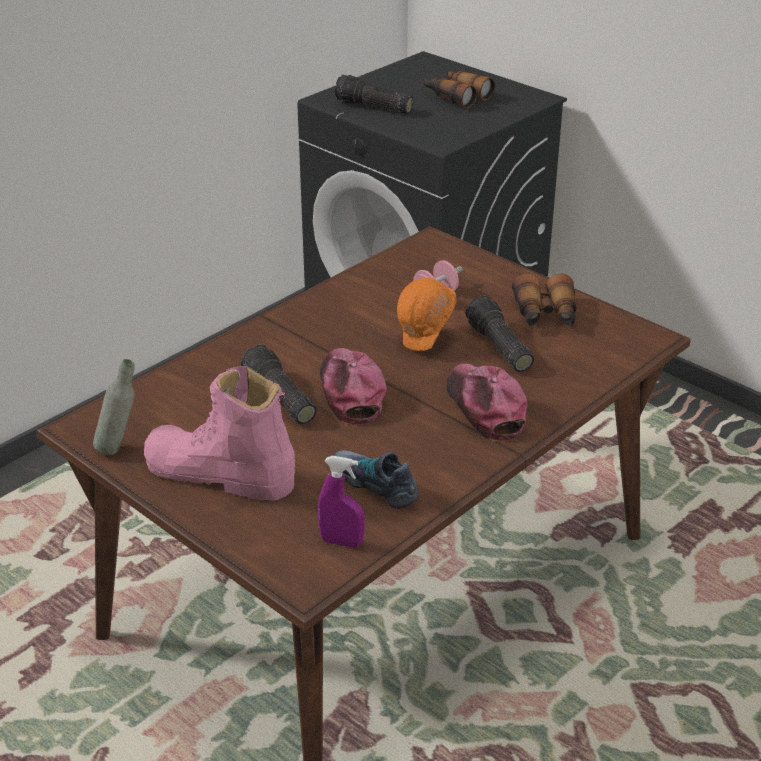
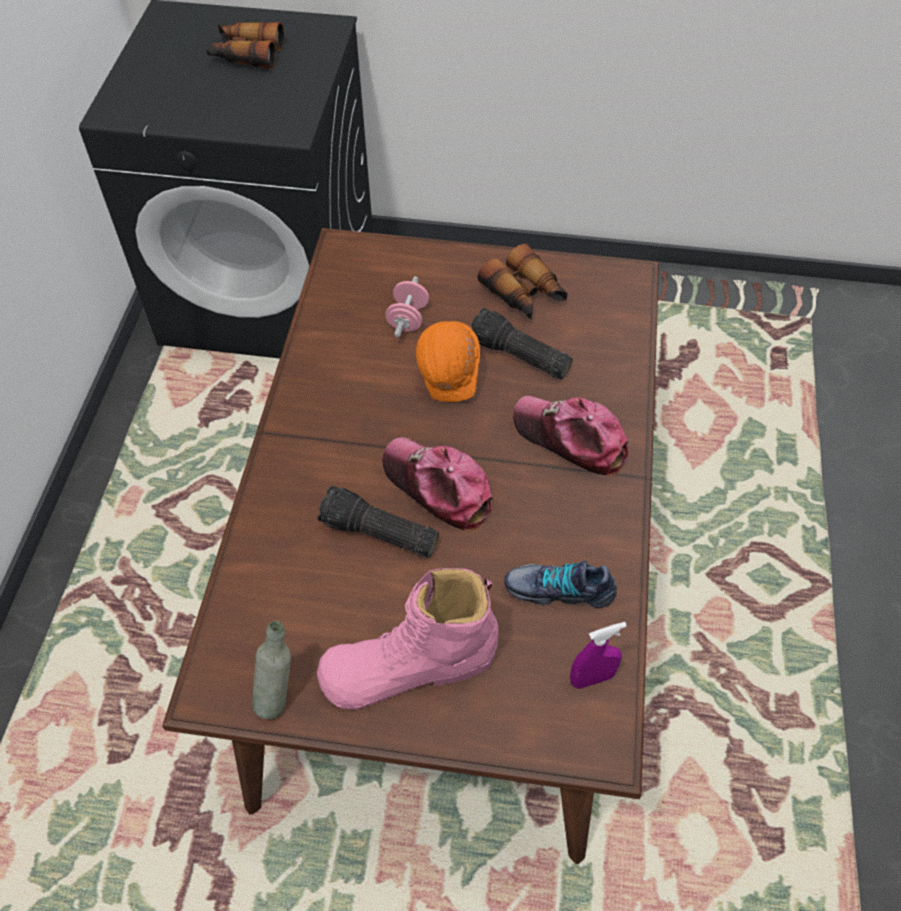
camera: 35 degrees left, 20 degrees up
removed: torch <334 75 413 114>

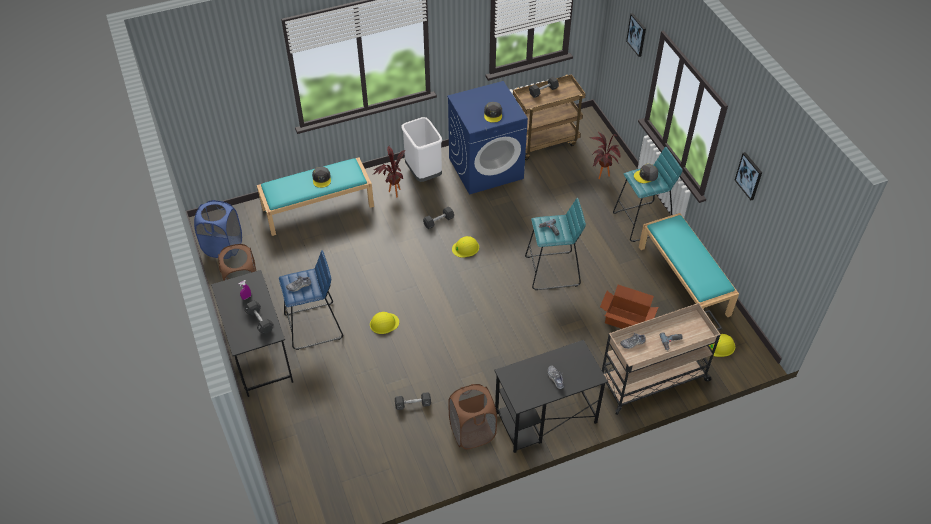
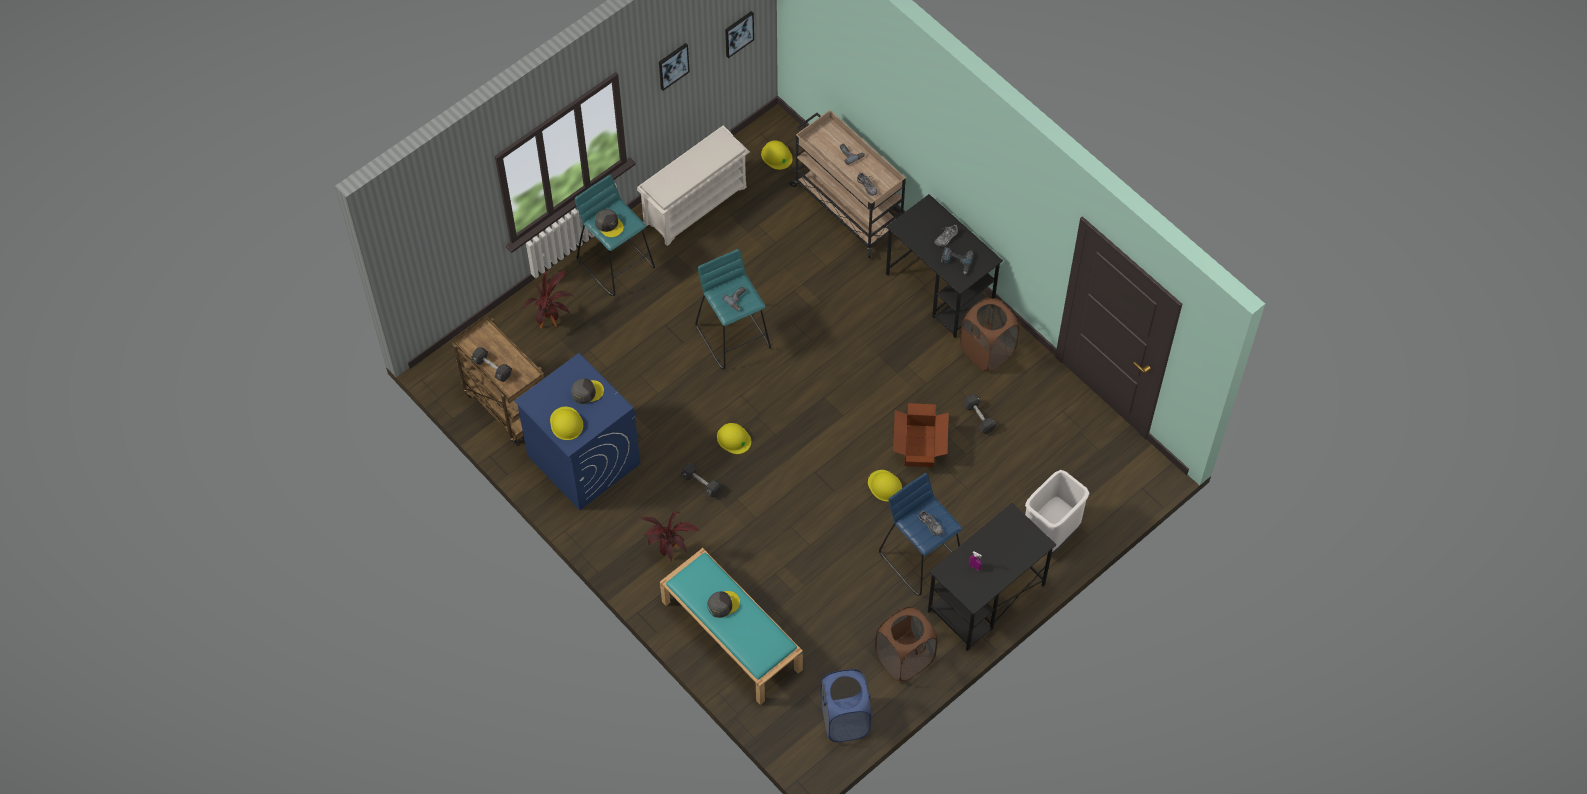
camera: 110 degrees left, 10 degrees up
removed: dumbbell in black-coloured <244 300 274 334>
added: hard hat in yellowish <550 407 583 440>; power drill <941 247 974 275>
moved: rubbish bin in white-coloured <402 117 442 182> to <1025 470 1090 556>; packing box <600 285 658 329> to <893 403 949 467>; wall art <626 13 646 57> to <725 11 754 58>
replaced: bench in turquoise-coloured <639 213 739 317> to shoe shelf in white-coloured <637 125 750 246>

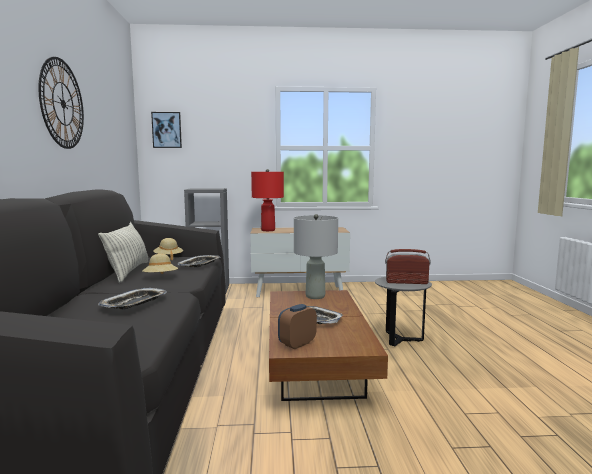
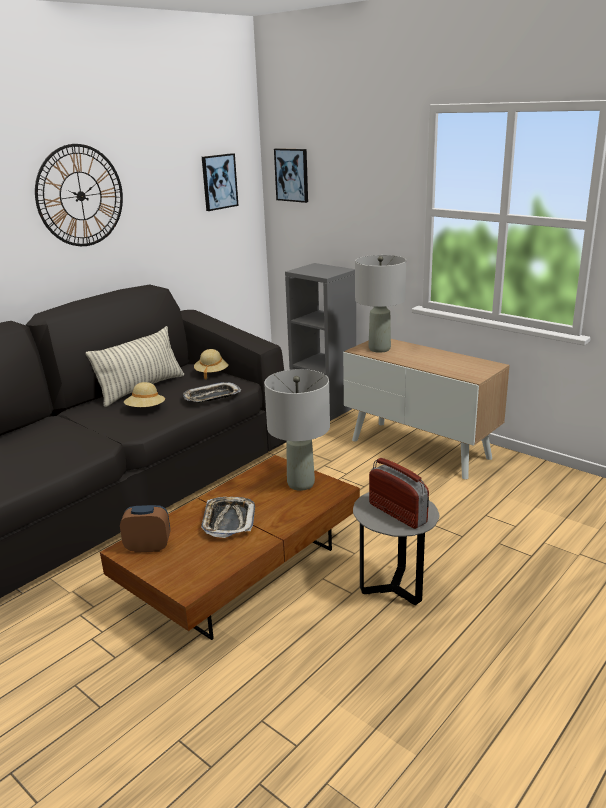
camera: 45 degrees right, 15 degrees up
removed: carrying tray <98 288 167 309>
added: wall art <202 153 239 211>
recoloured: lamp for a table in red-coloured <251 169 284 231> to lamp for a table in grey <355 255 406 353>

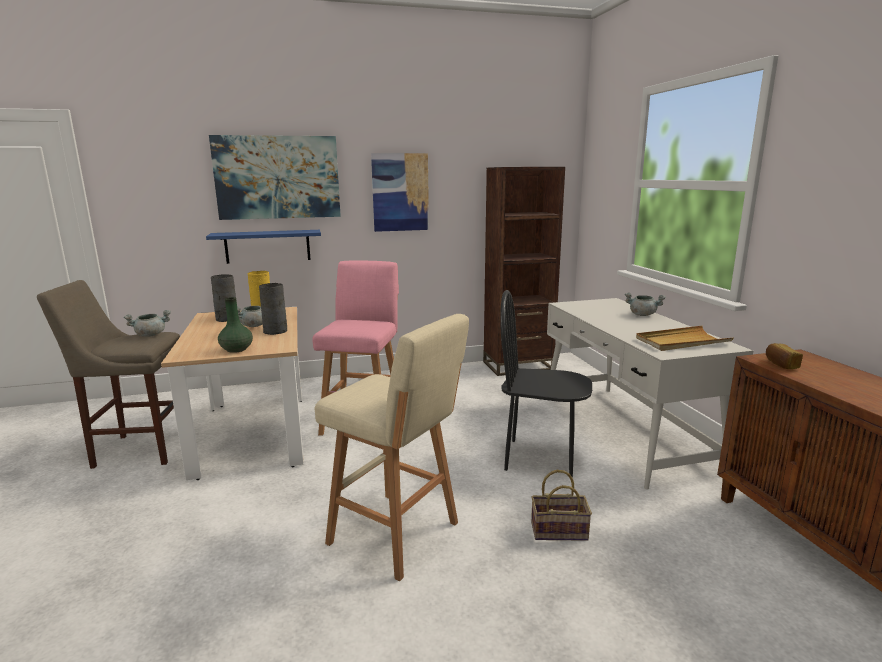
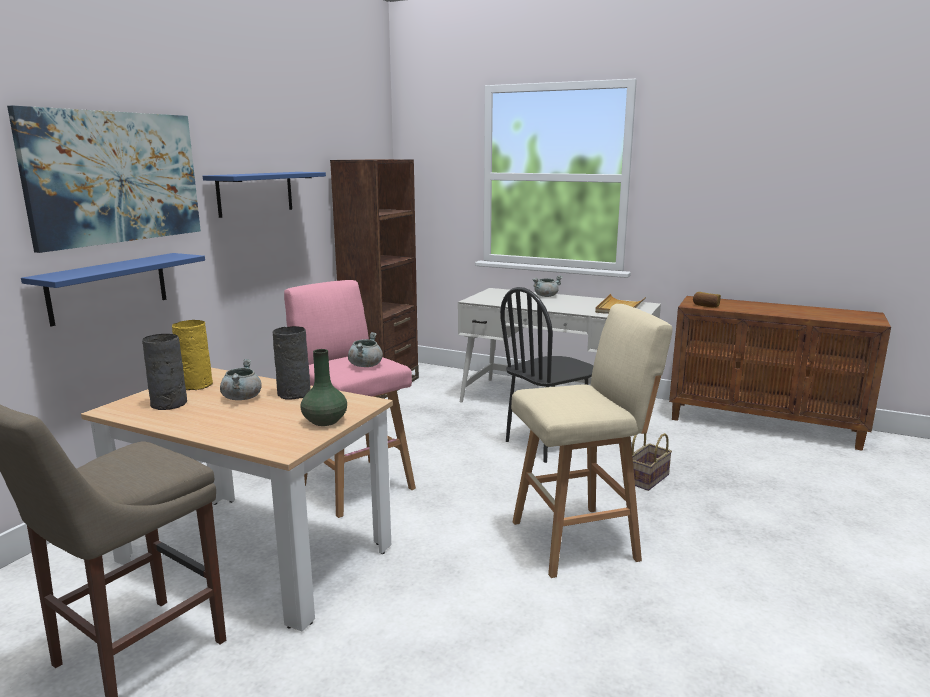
camera: 50 degrees left, 0 degrees up
moved: stockpot in grey <124 310 171 337> to <348 332 383 367>
replaced: wall art <371 153 429 232> to shelf in blue <203 172 326 218>

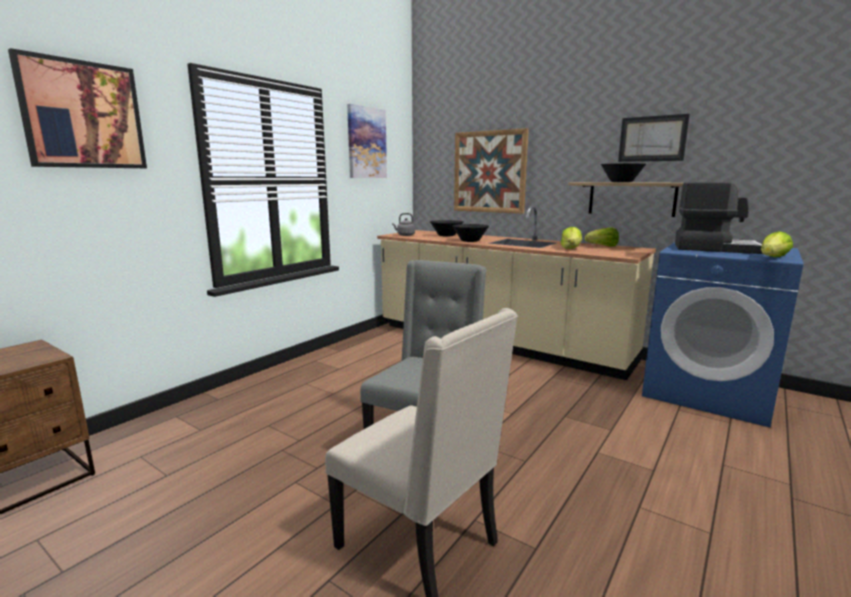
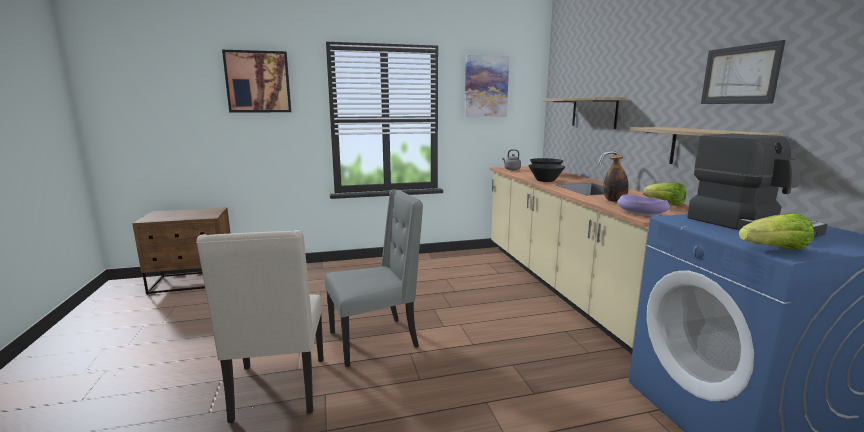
camera: 40 degrees right, 0 degrees up
removed: bowl in black-coloured <601 163 646 182>
added: bowl in purple <617 195 670 217>
replaced: wall art <454 128 529 214> to shelf <543 97 627 129>; lettuce head <561 227 582 249> to beverage bottle <603 155 629 202>

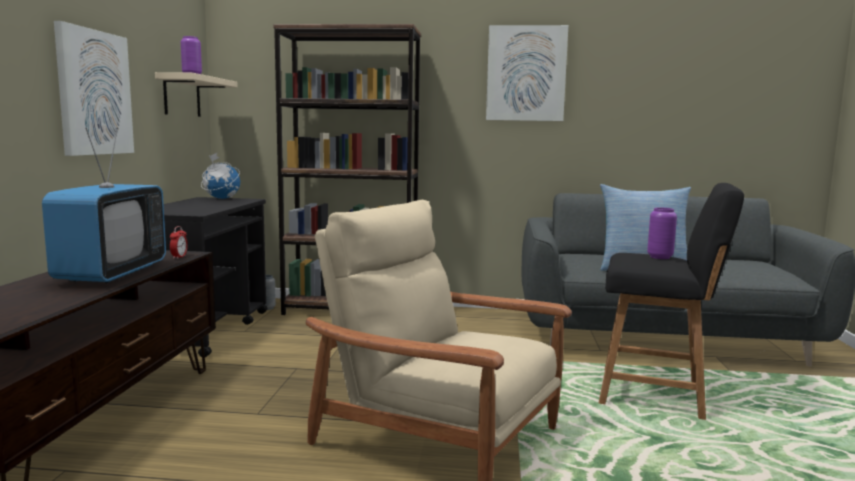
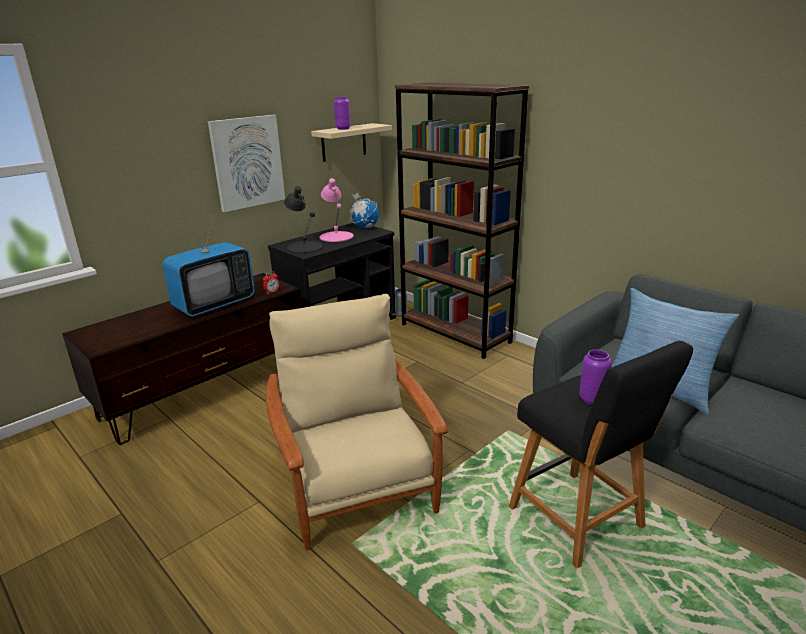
camera: 40 degrees right, 15 degrees up
removed: wall art <486 25 569 121>
added: lamp for a table in black-coloured <284 186 323 253>; lamp for a table in pinkish <320 178 354 242>

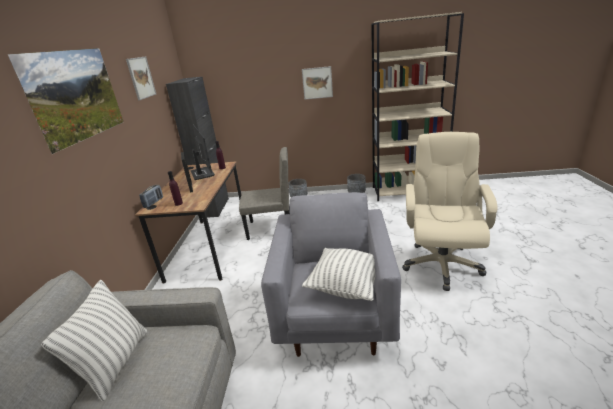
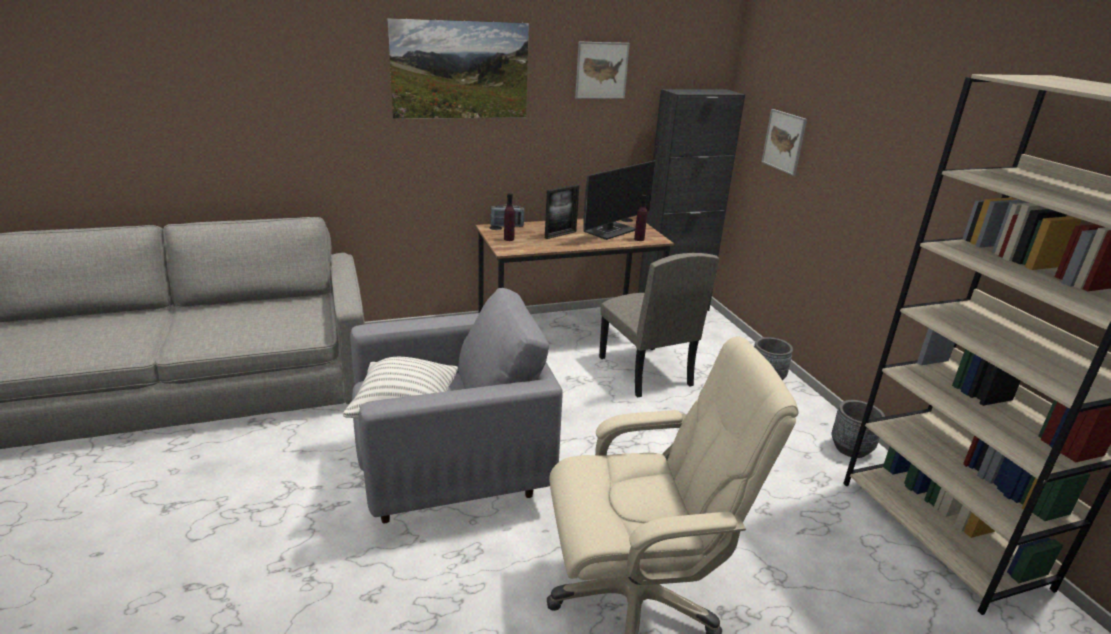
camera: 65 degrees right, 0 degrees up
removed: throw pillow <41 280 147 402>
moved: wall art <302 66 333 100> to <762 109 807 176>

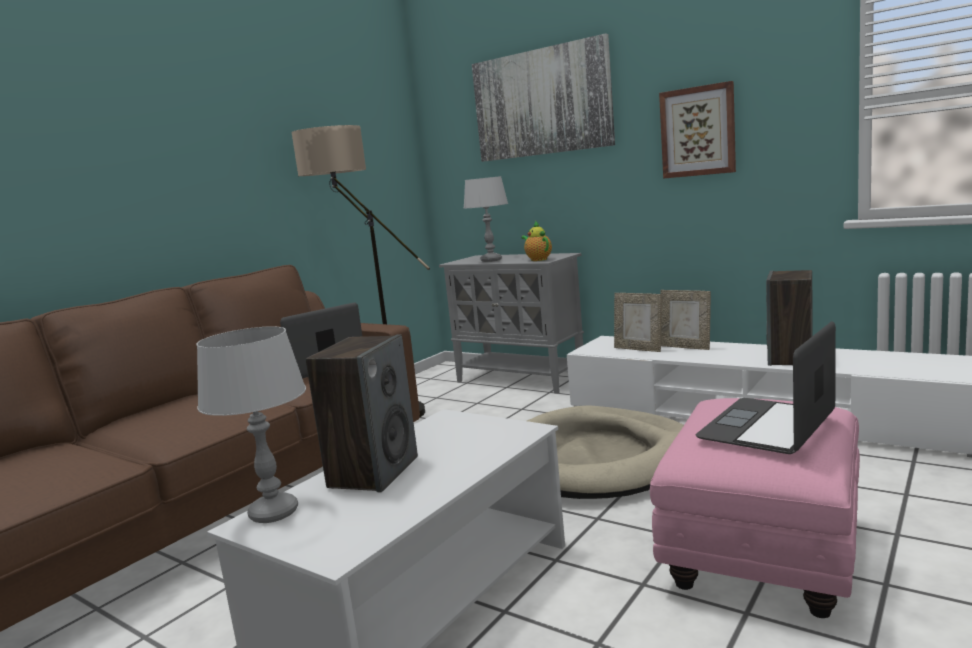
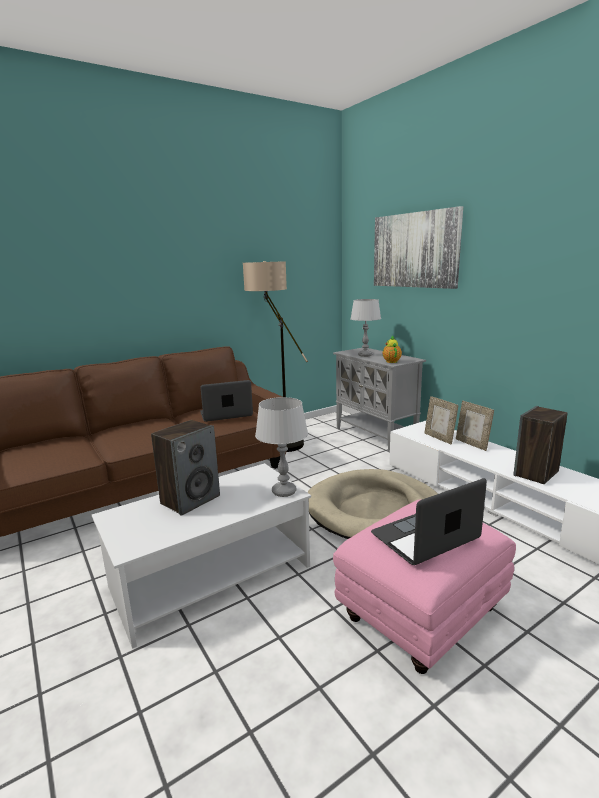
camera: 20 degrees right, 5 degrees up
removed: wall art <659 81 736 179>
moved: lamp for a table in grey <196 326 306 523> to <255 397 308 497>

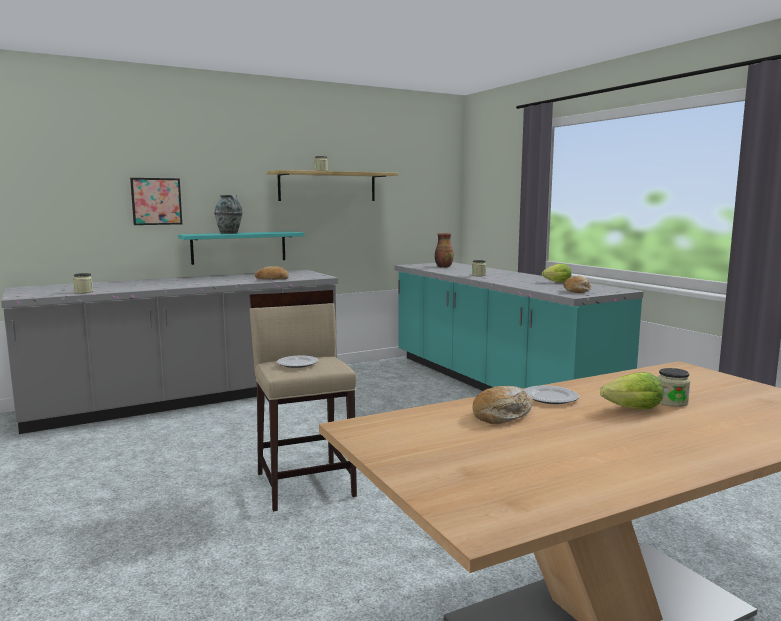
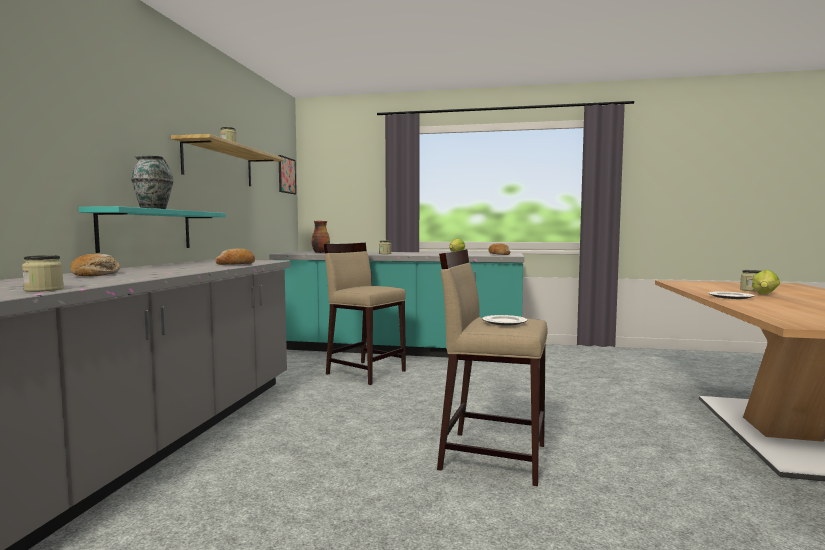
camera: 50 degrees left, 5 degrees down
added: stool seat in beige <324 243 406 385>
moved: wall art <130 178 182 225> to <278 155 296 194>; baked bread <472 386 533 424> to <70 254 120 276>

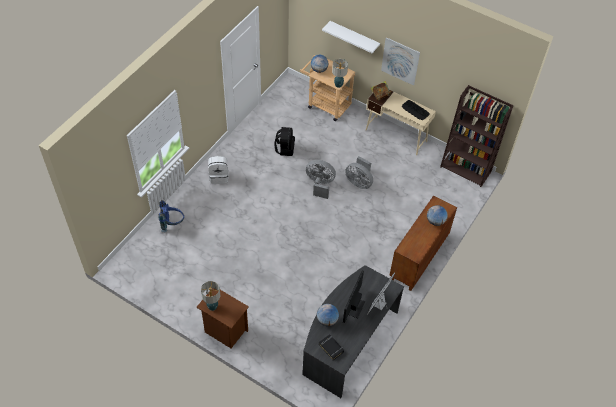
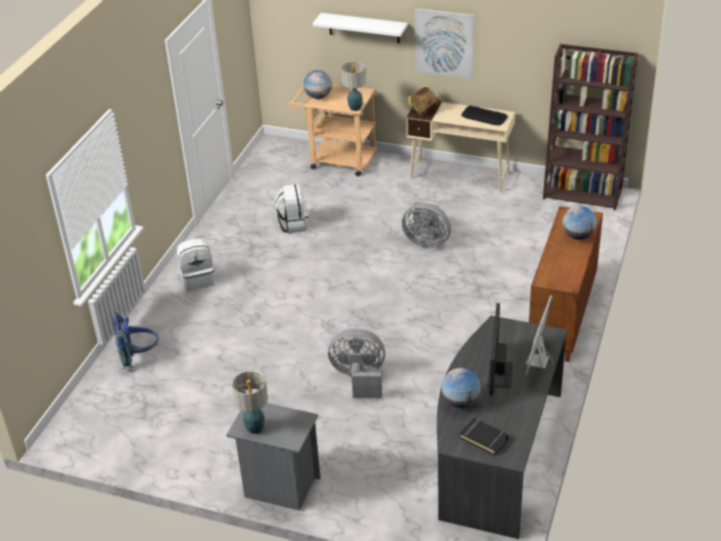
camera: 10 degrees left, 15 degrees down
moved: electric fan in grey <306 160 336 199> to <328 329 385 398>
recoloured: bedside table in brown <197 288 249 348> to bedside table in grey <226 403 320 510>; backpack in black-coloured <274 127 295 156> to backpack in white-coloured <275 184 309 233>

